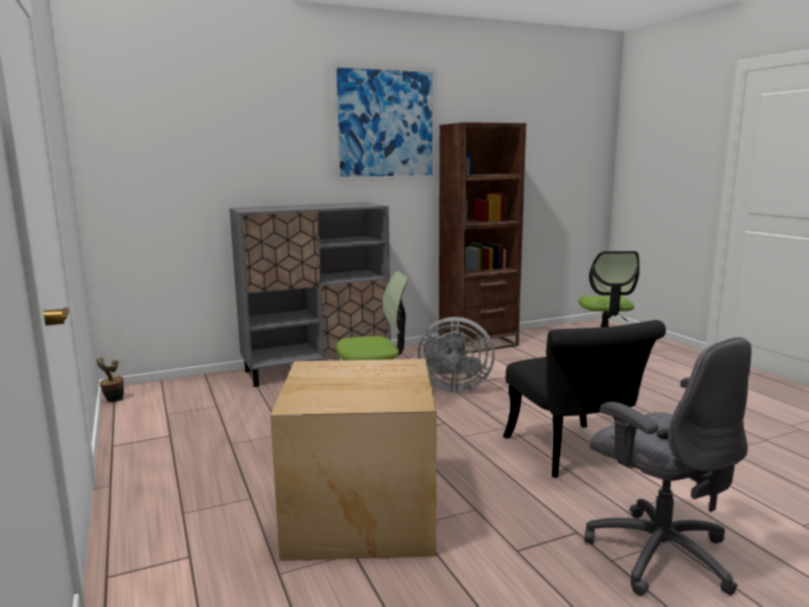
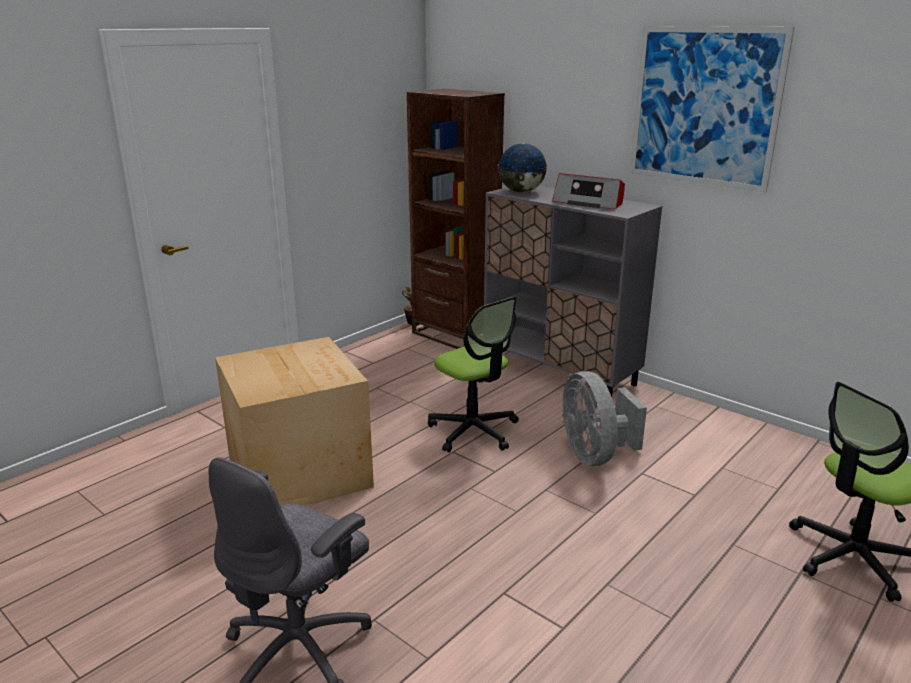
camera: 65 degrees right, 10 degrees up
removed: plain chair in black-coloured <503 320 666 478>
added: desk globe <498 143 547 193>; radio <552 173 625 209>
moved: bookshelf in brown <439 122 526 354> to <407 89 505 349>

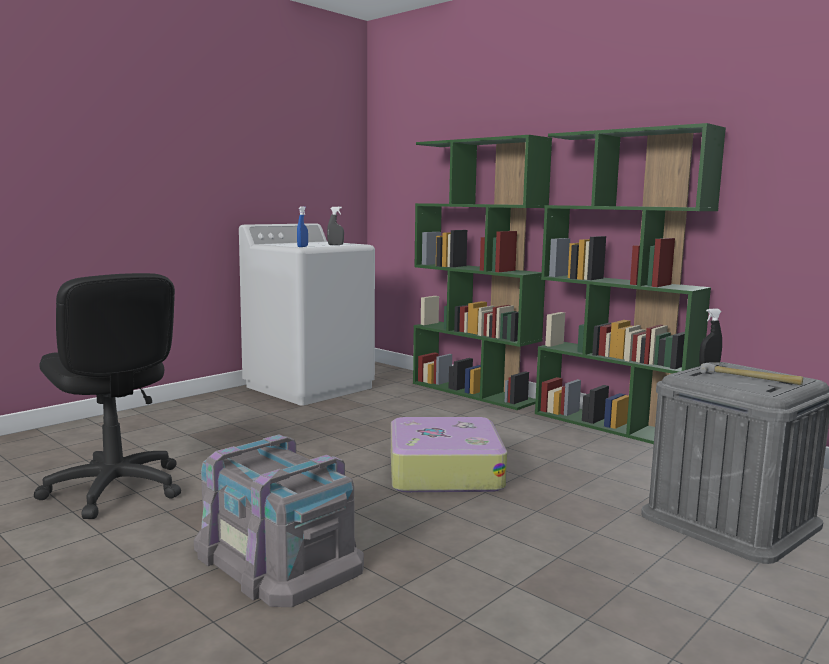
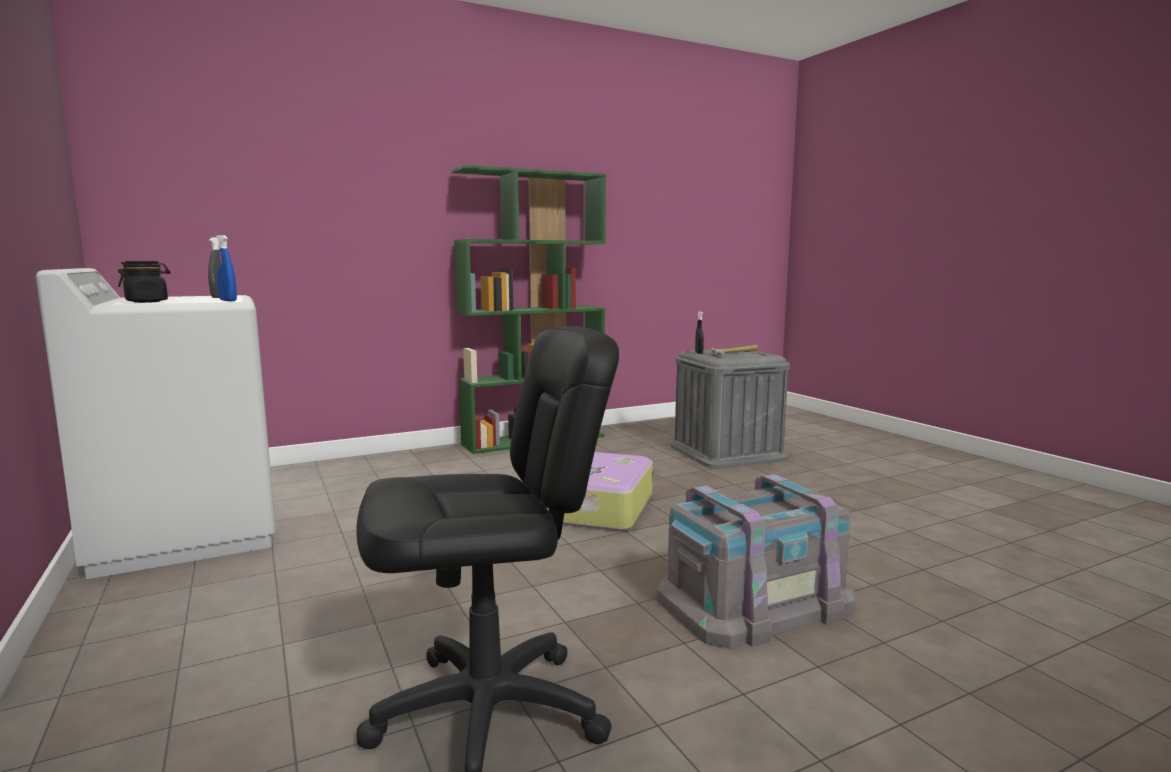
camera: 70 degrees left, 0 degrees up
removed: bookshelf in green <413 135 552 410>
added: preserve jar in black-coloured <118 261 171 303>

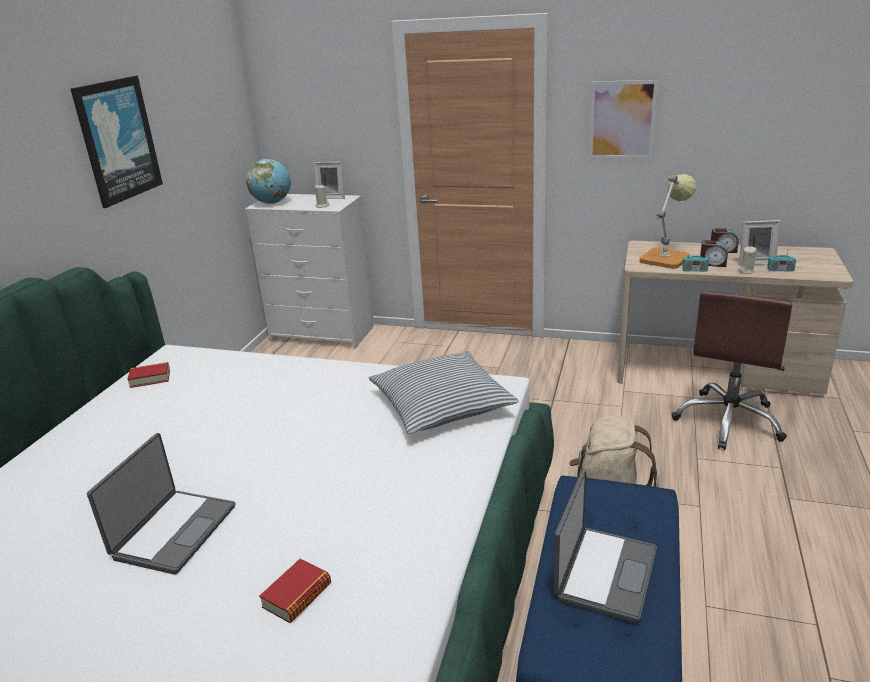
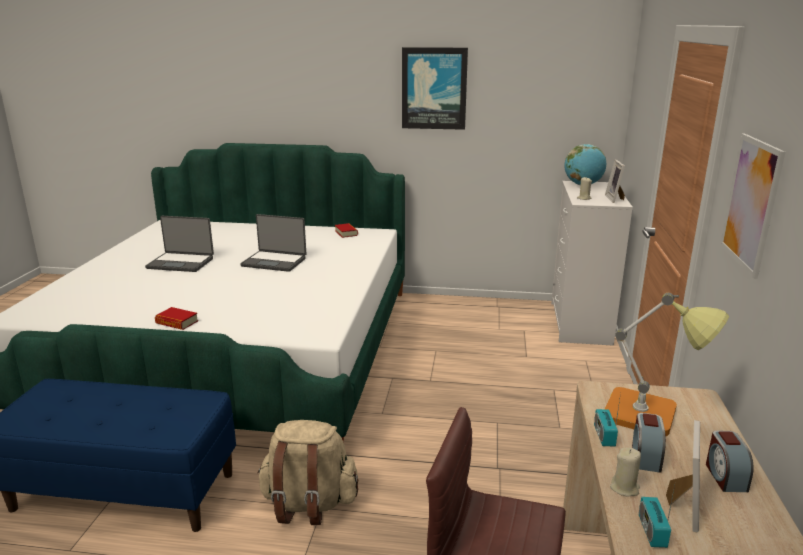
camera: 80 degrees right, 5 degrees down
removed: throw pillow <369 351 519 434>
moved: book <259 559 331 623> to <155 307 198 330>; notebook computer <553 469 657 623> to <241 214 306 272>
turned: picture frame <739 220 780 265> = <666 420 700 532> 150 degrees counterclockwise

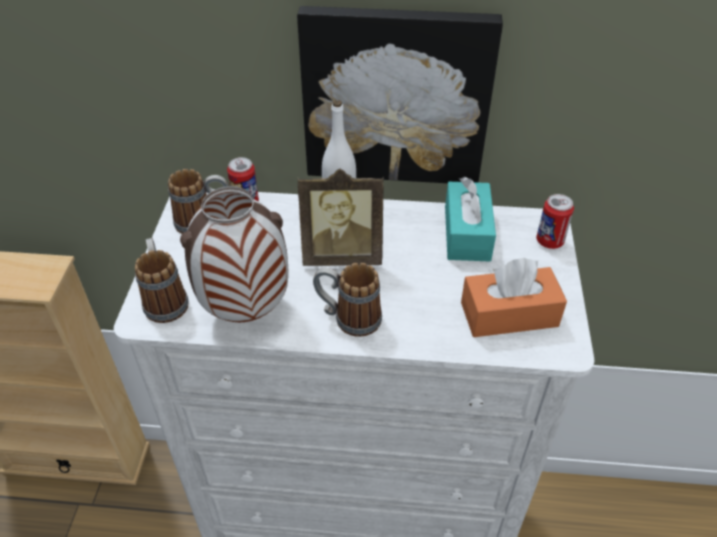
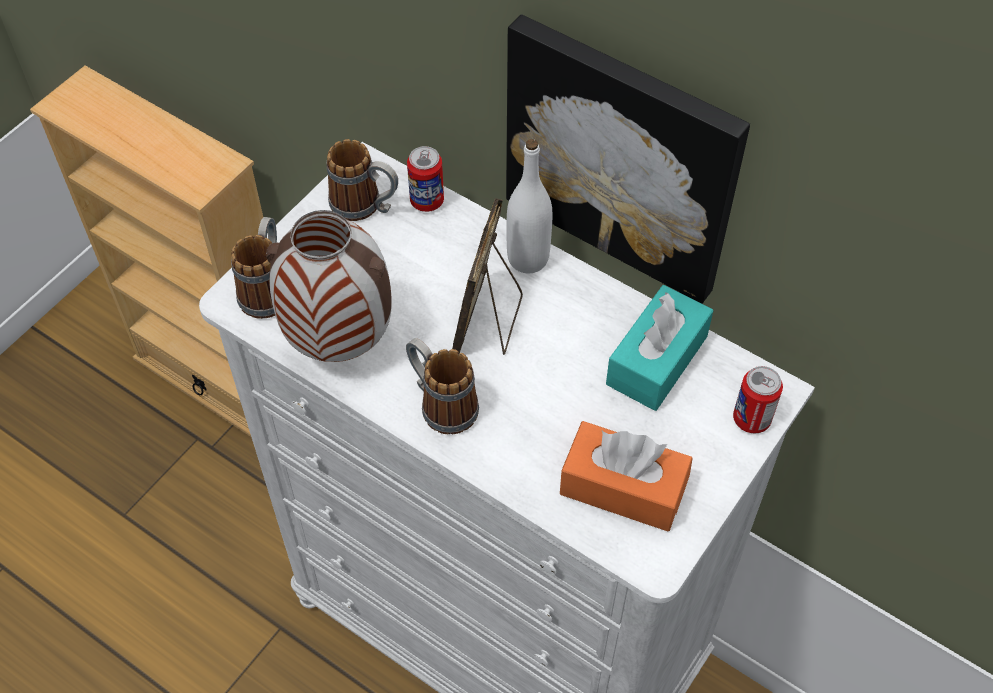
camera: 30 degrees right, 10 degrees up
turned: picture frame <298 169 384 266> = <452 198 523 355> 75 degrees clockwise

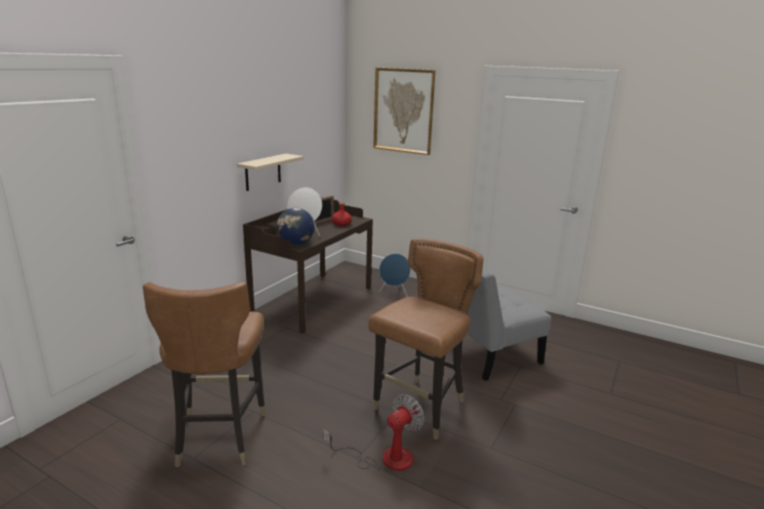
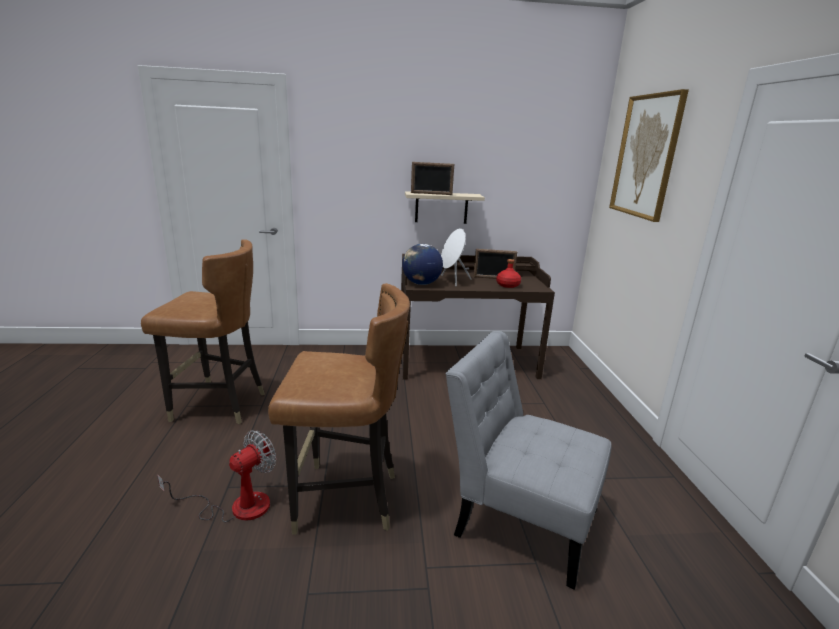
camera: 55 degrees right, 0 degrees up
removed: audio speaker in blue <379 253 411 297>
added: picture frame <411 162 454 195>
turned: plain chair in brown <143 282 265 467> = <141 240 265 424> 135 degrees counterclockwise; electric fan <323 394 425 472> = <157 430 276 522> 60 degrees counterclockwise

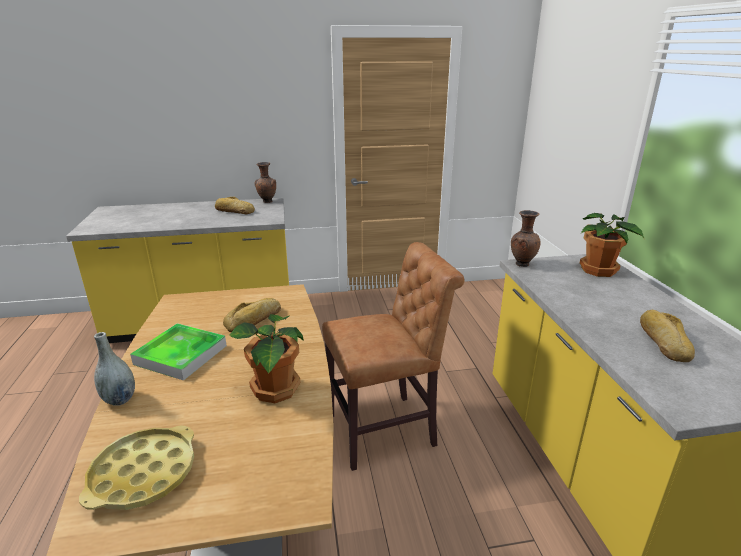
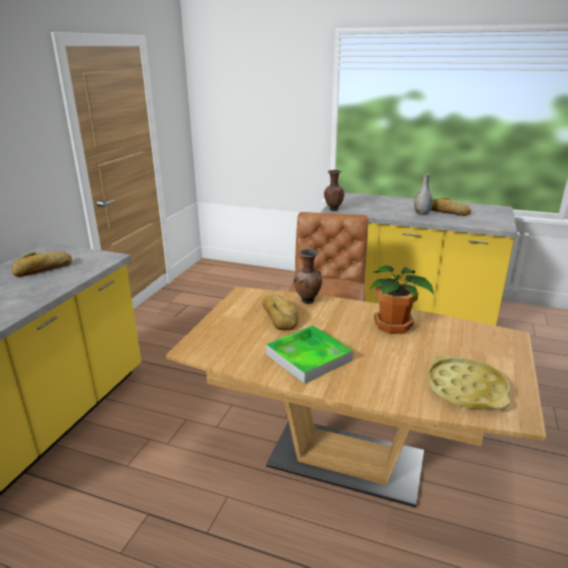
camera: 60 degrees left, 0 degrees up
removed: houseplant <580 213 644 277>
moved: flower vase in grey <94 332 135 406> to <414 174 433 215>; flower vase in brown <255 162 276 203> to <294 249 322 304>

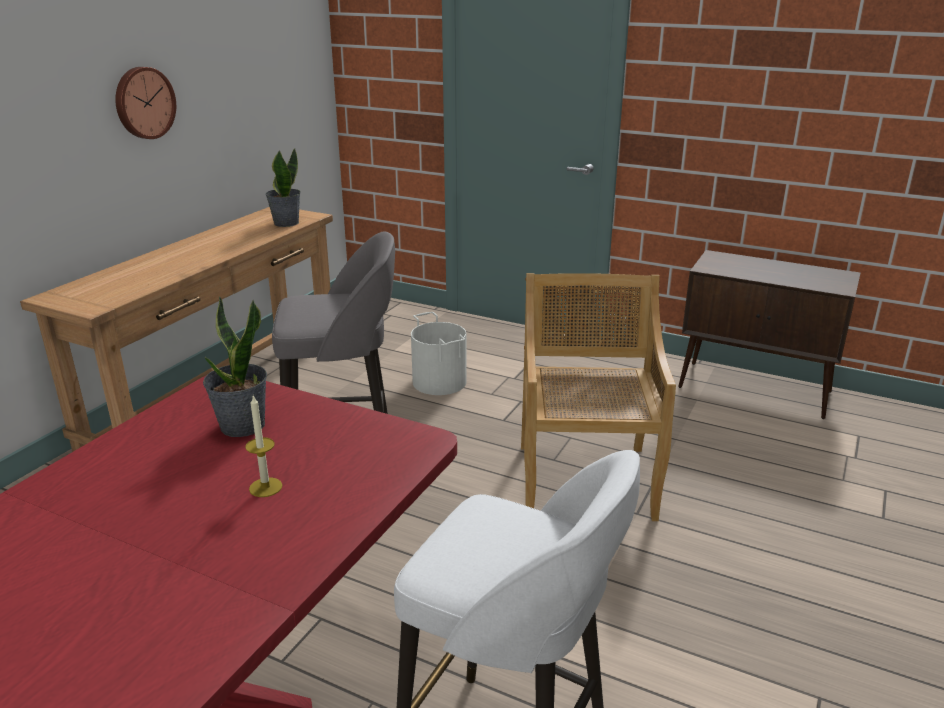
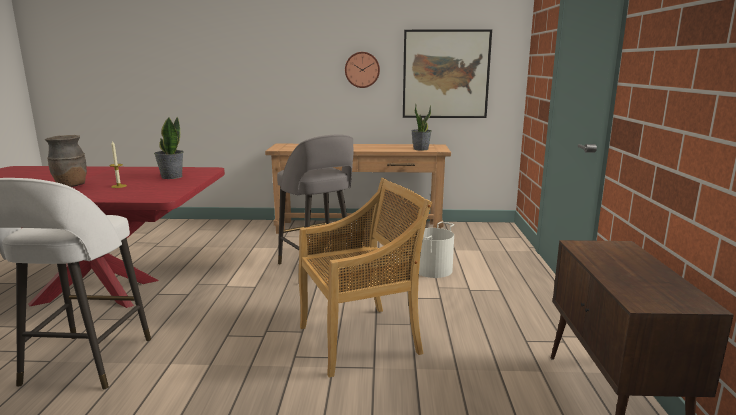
camera: 65 degrees right, 10 degrees down
added: flower vase in brown <45 135 87 187>; wall art <403 29 492 118>

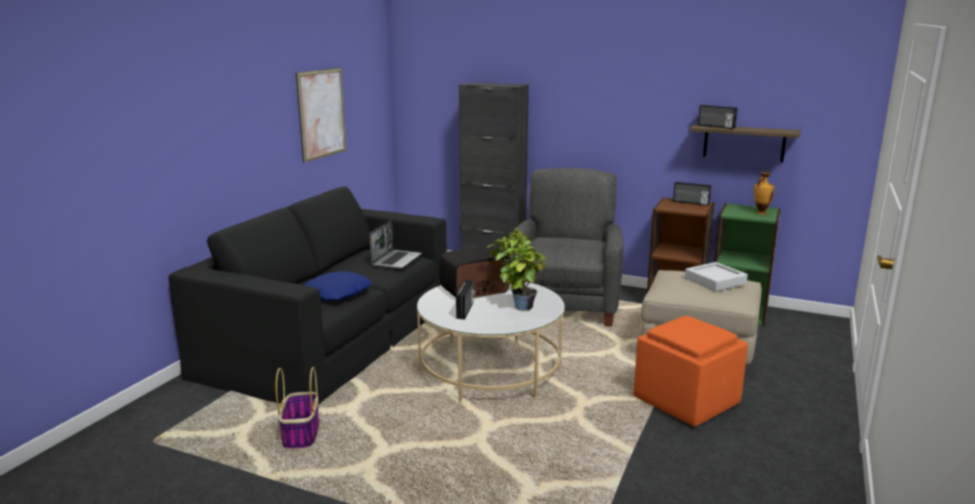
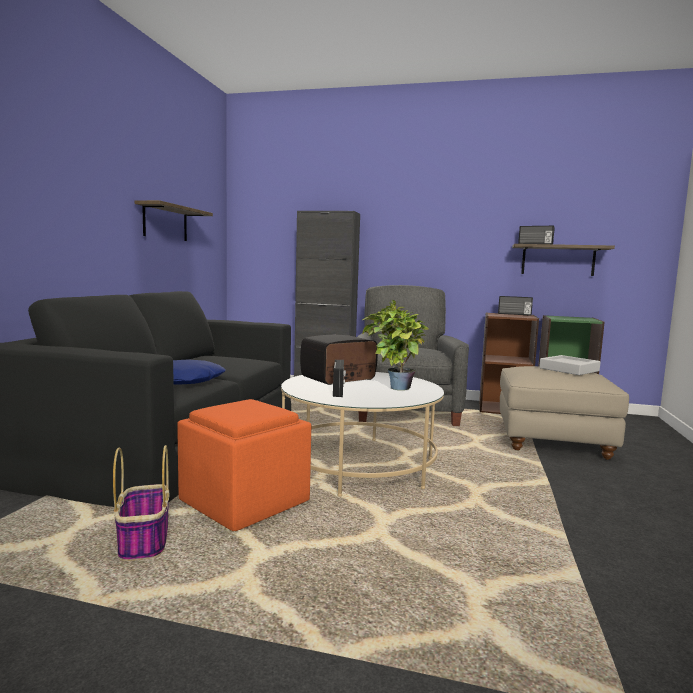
camera: 10 degrees left, 10 degrees down
removed: notebook computer <370 221 422 269>; flower vase <754 172 774 215>
moved: footrest in orangey <634 316 748 427> to <177 399 311 531>
replaced: wall art <296 68 346 163> to shelf <135 200 213 241>

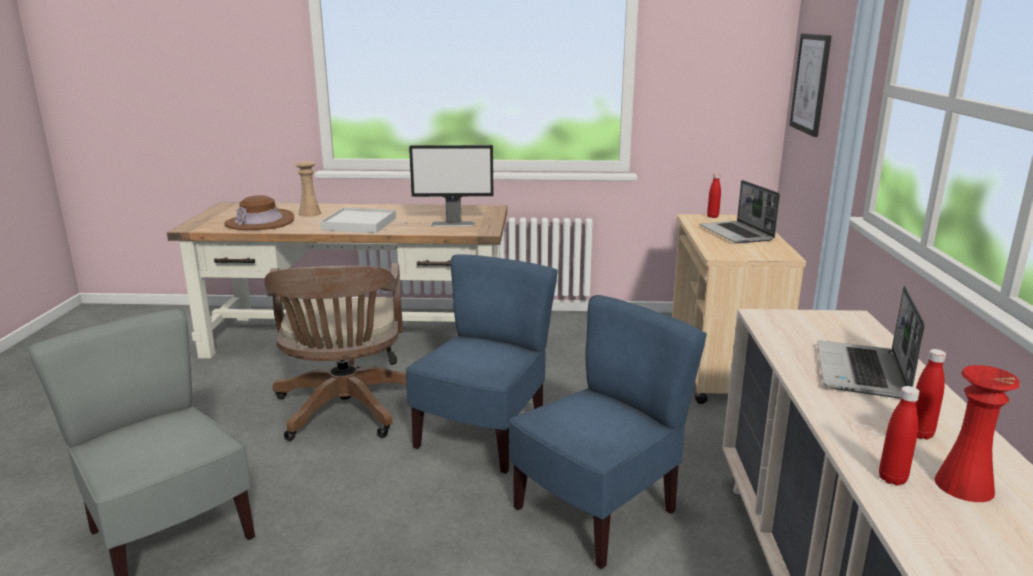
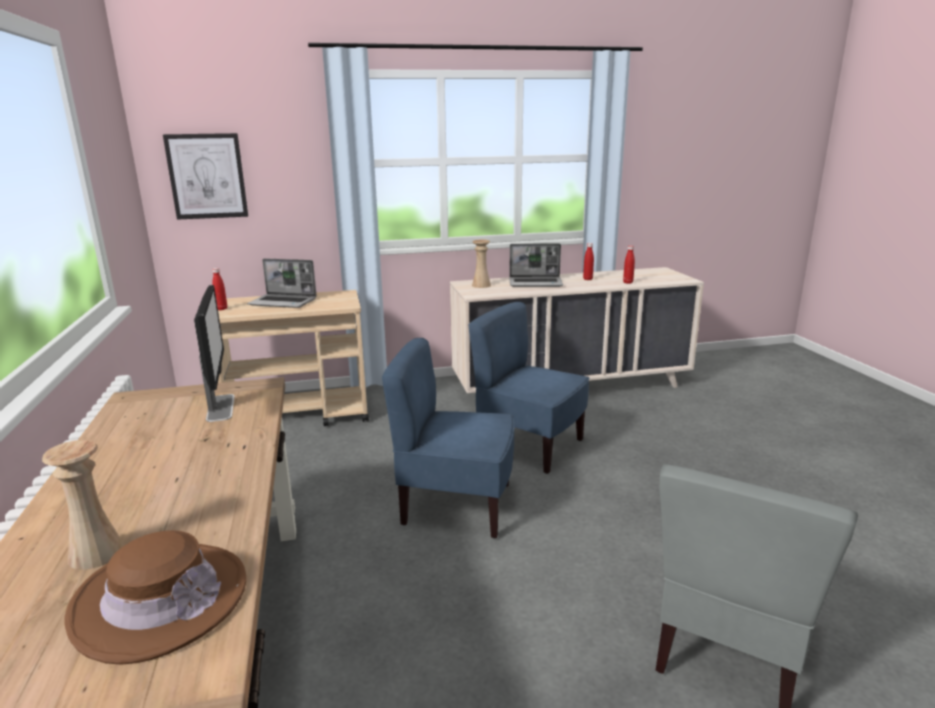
camera: 105 degrees left, 0 degrees up
removed: desk chair in brown <265 263 406 441>; carrying tray in white-coloured <320 208 396 233>; flower vase in red-coloured <934 365 1020 502>
added: flower vase in beige <472 239 491 288>
turned: notebook computer <700 180 780 243> = <247 258 317 308> 45 degrees clockwise

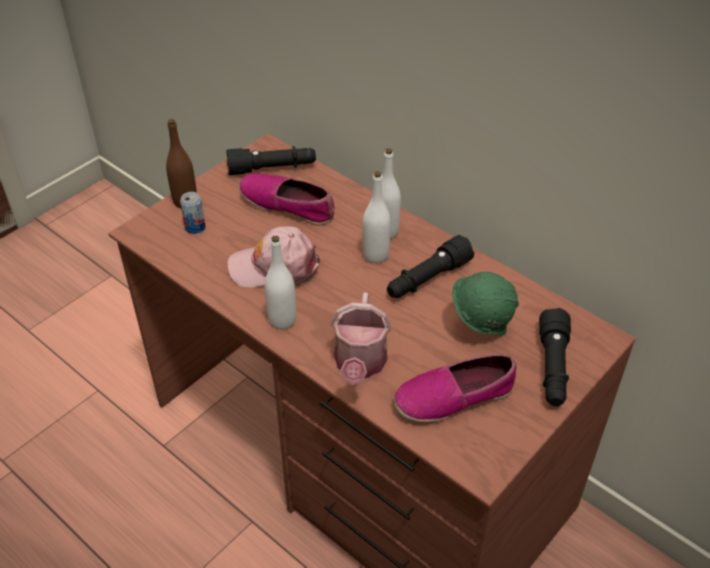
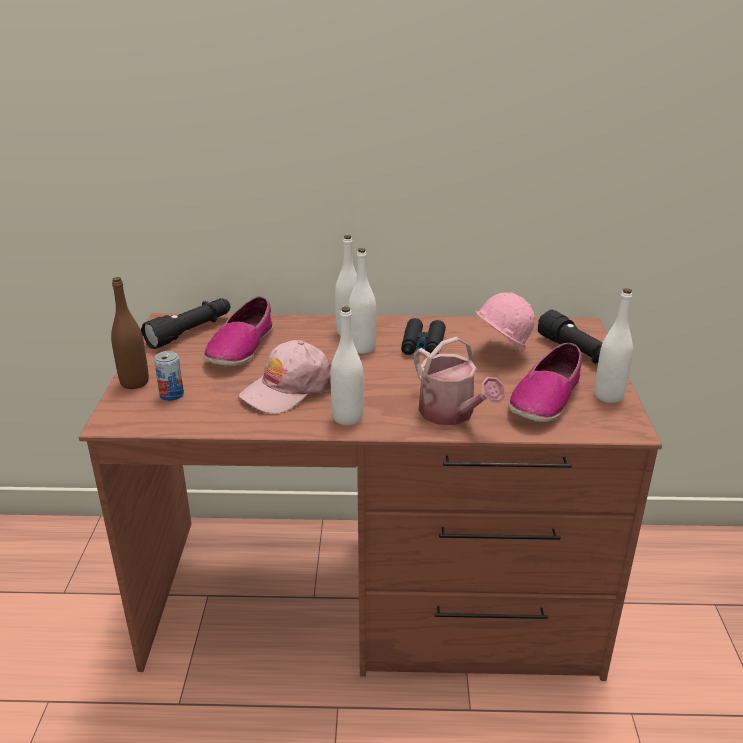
camera: 40 degrees left, 15 degrees down
added: beverage bottle in white-coloured <595 288 633 403>
replaced: torch in black-coloured <387 235 474 298> to binoculars in black-coloured <401 318 446 355>
recoloured: hard hat in green <452 272 519 335> to hard hat in pinkish <476 292 535 350>
turned: shoe <239 173 335 225> = <203 296 273 367> 60 degrees counterclockwise

